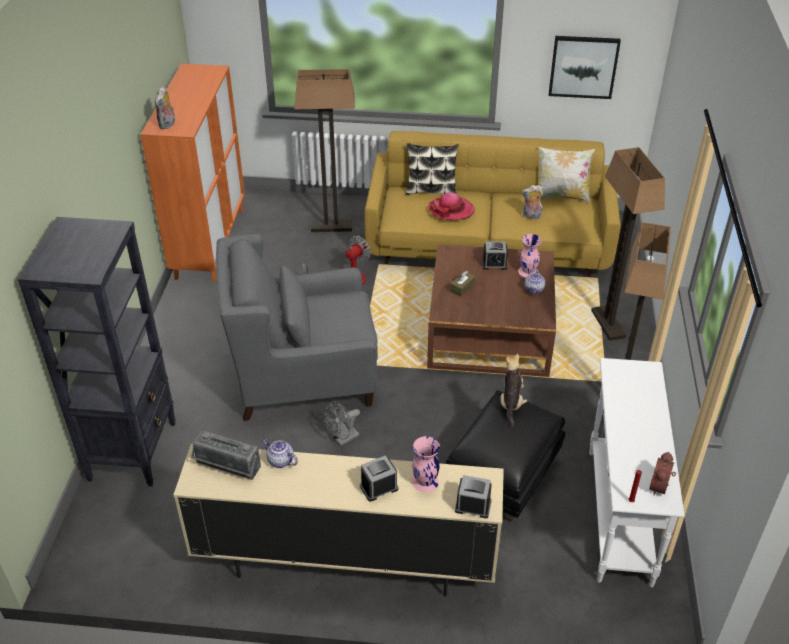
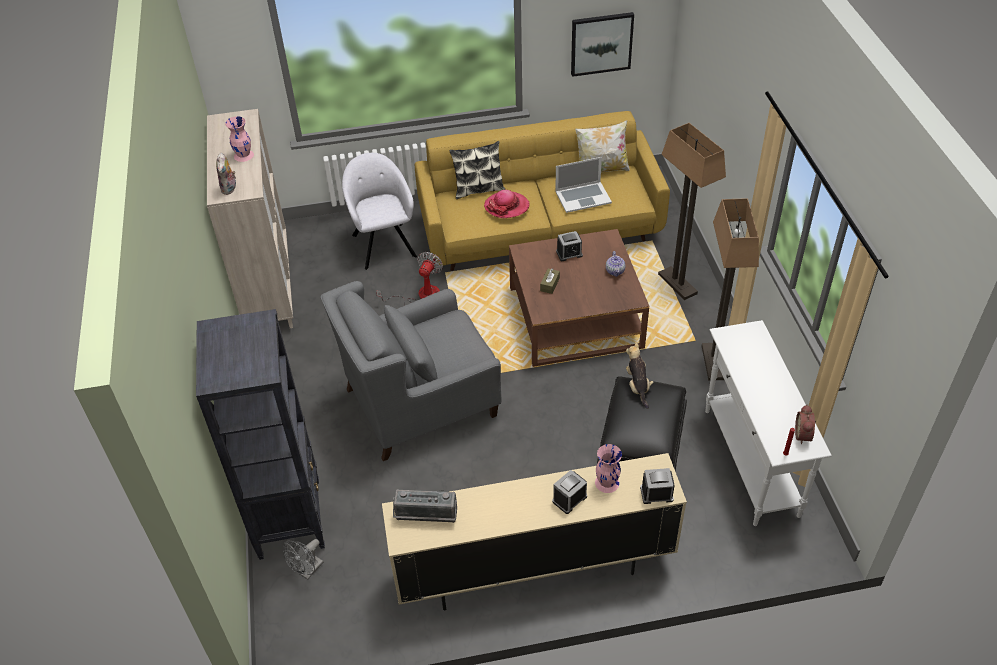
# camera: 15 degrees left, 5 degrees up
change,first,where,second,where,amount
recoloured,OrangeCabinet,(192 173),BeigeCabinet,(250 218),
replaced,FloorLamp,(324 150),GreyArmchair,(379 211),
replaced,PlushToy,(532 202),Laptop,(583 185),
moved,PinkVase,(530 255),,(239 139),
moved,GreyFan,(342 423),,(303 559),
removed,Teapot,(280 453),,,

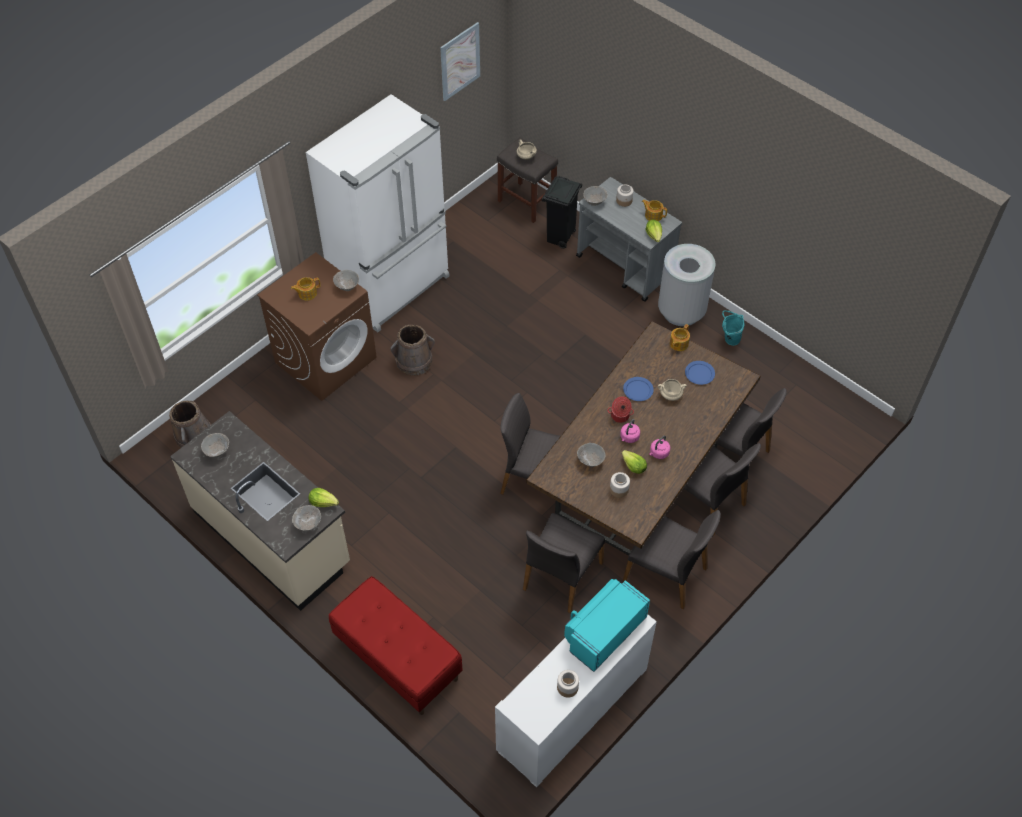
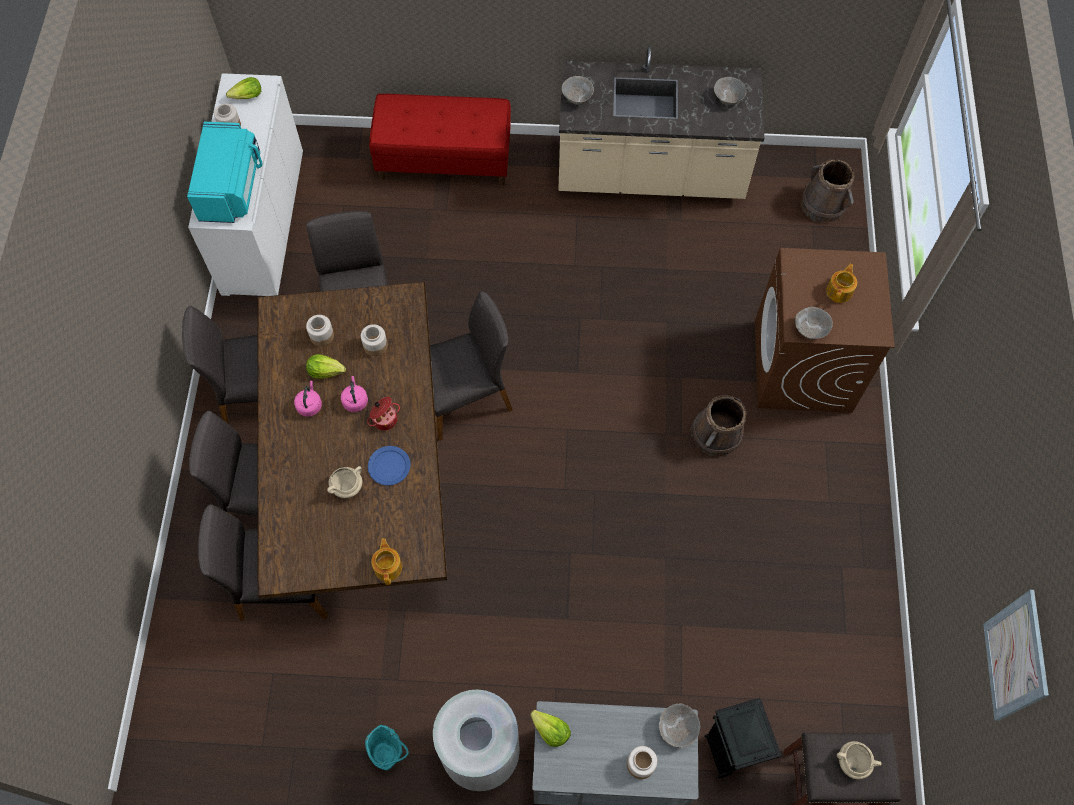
# camera: 140 degrees right, 10 degrees up
change,first,where,second,where,amount
removed,WhiteFridge,(378 213),,,
removed,Teapot,(654 210),,,
removed,BluePlate,(700 373),,,
replaced,GreyBowl,(591 455),Jar,(374 340),
moved,Lettuce,(323 497),,(243 88),

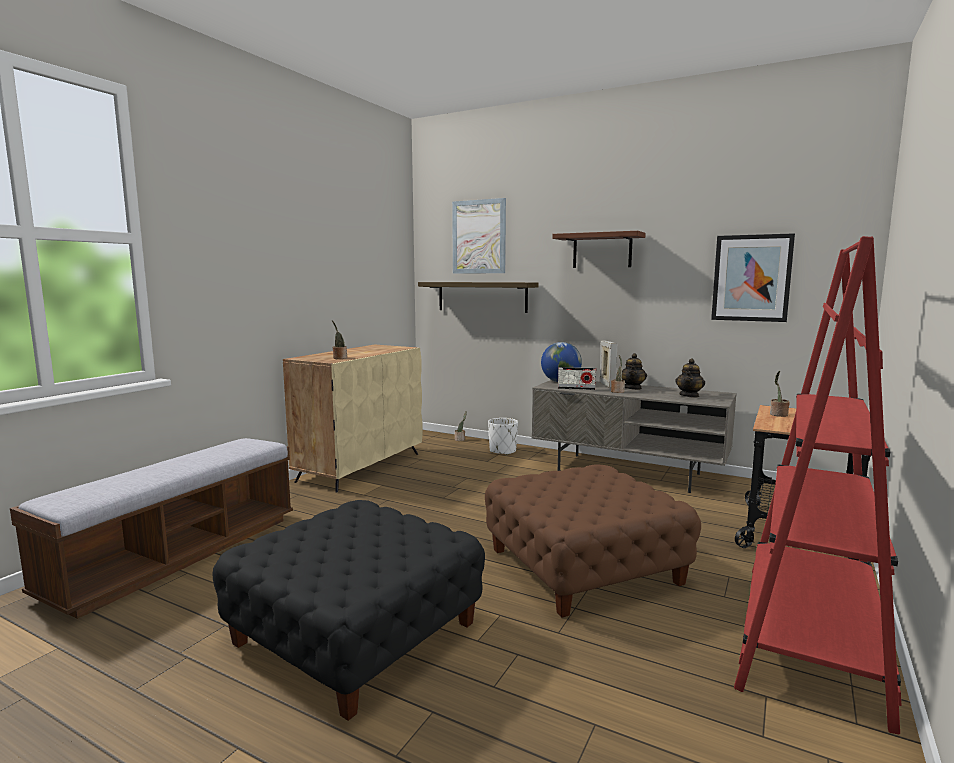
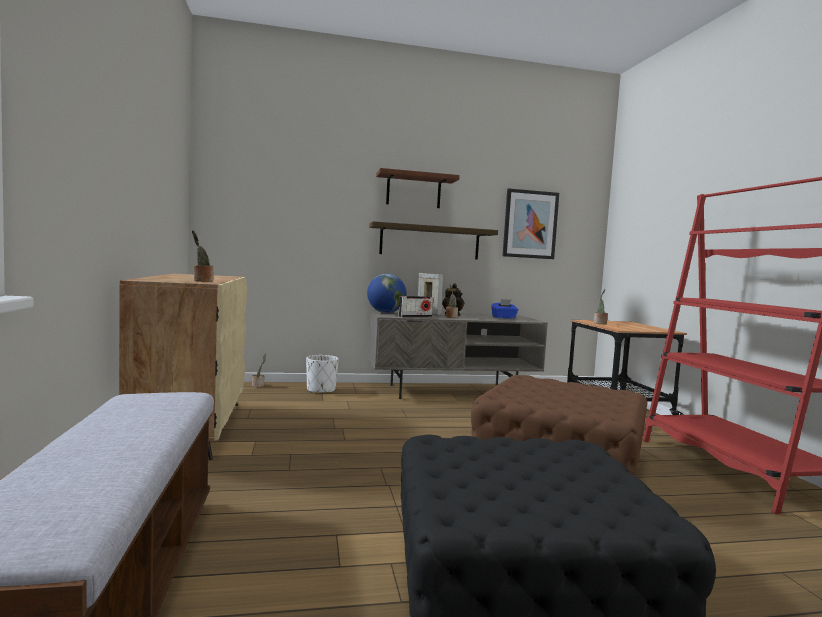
# camera: 40 degrees left, 5 degrees down
change,first,where,second,where,amount
removed,Picture,(479 235),,,
moved,Shelf,(478 297),,(433 240),
replaced,Teapot,(690 378),BlueTissueBox,(504 309),

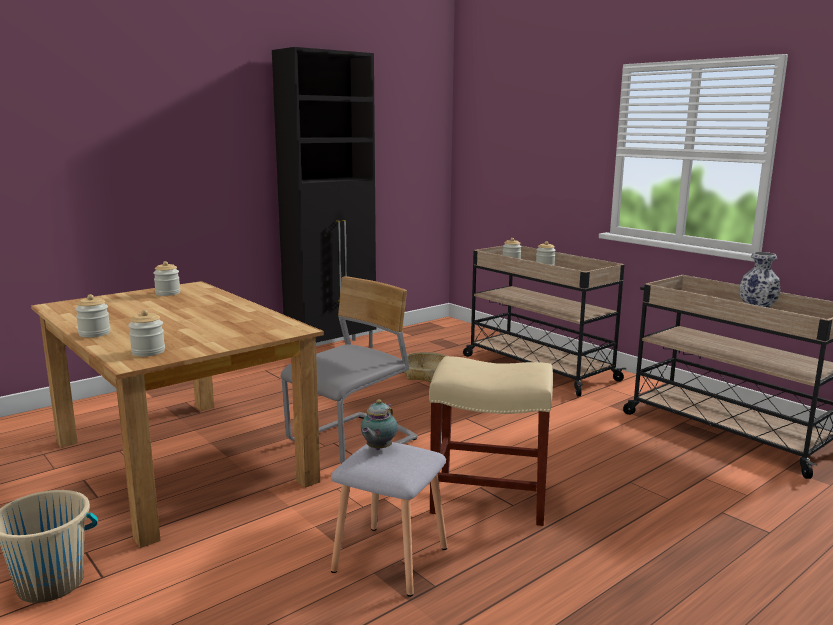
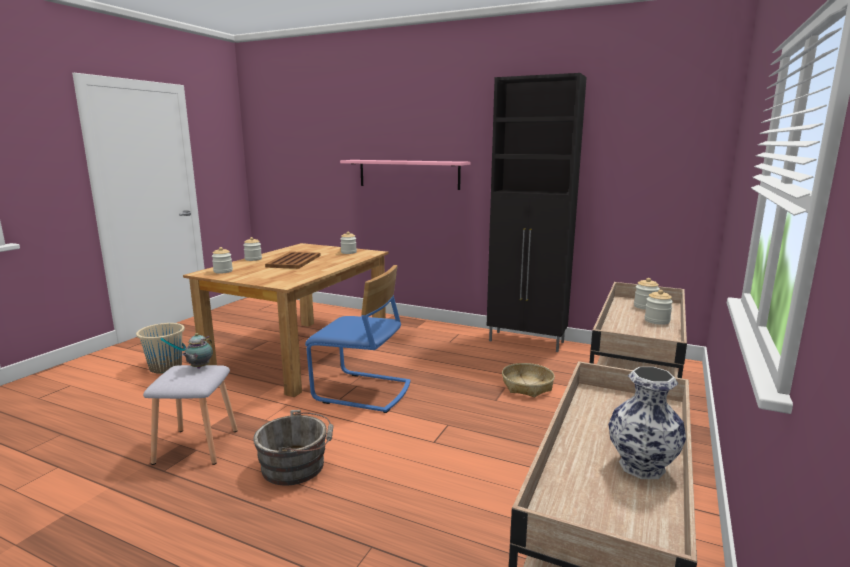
# camera: 65 degrees right, 0 degrees up
change,first,where,second,where,amount
recoloured,GreyChair,(349 370),BlueChair,(358 339),
replaced,BeigeStool,(491 441),GreyBucket,(294 447),
turned,Teapot,(379 424),,(197 351),75 degrees counterclockwise
added,,,PinkShelf,(405 175),
added,,,BrownTray,(293 260),

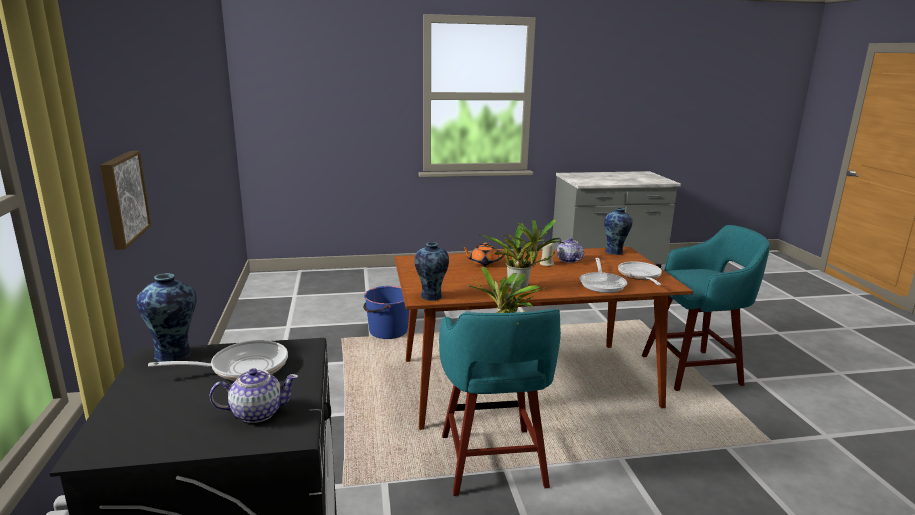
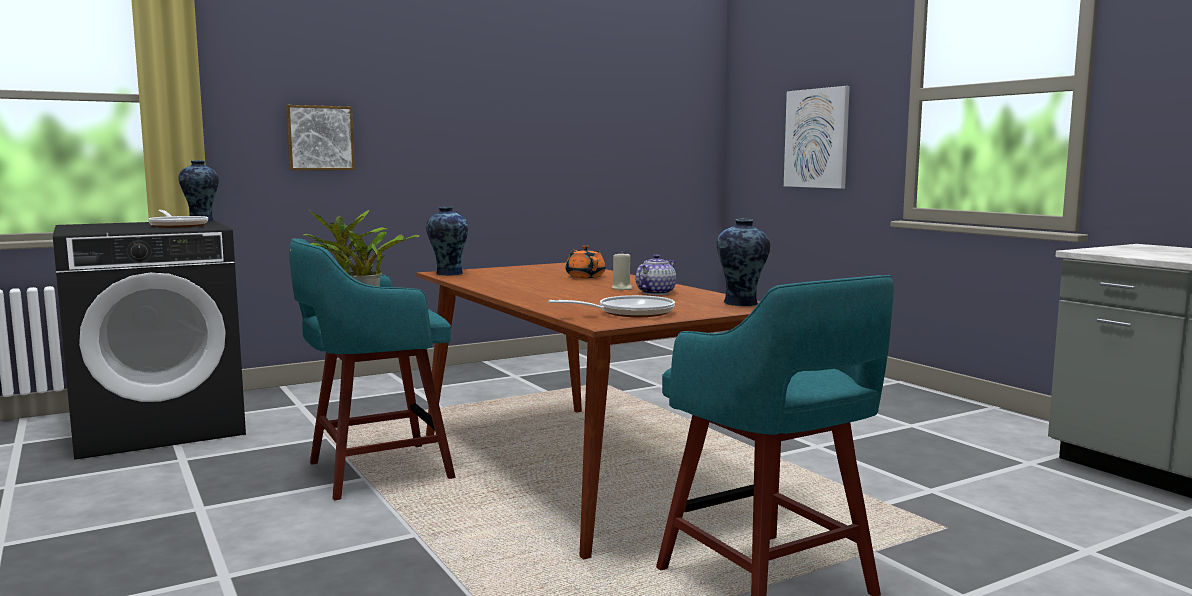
# camera: 70 degrees right, 10 degrees down
change,first,where,second,where,amount
removed,PottedPlant,(523 255),,,
removed,FryingPan,(603 275),,,
removed,BlueBucket,(386 312),,,
removed,Teapot,(253 395),,,
added,,,Picture,(817 137),

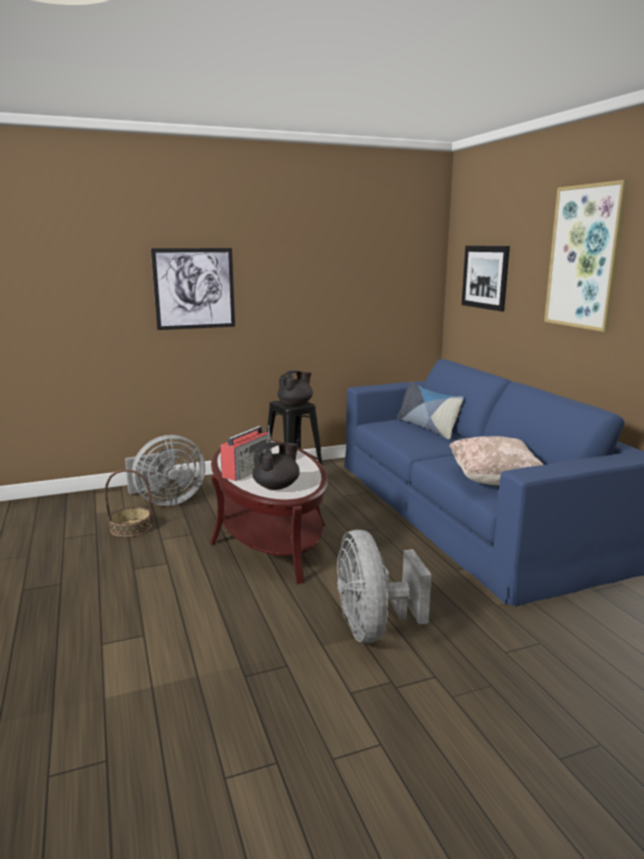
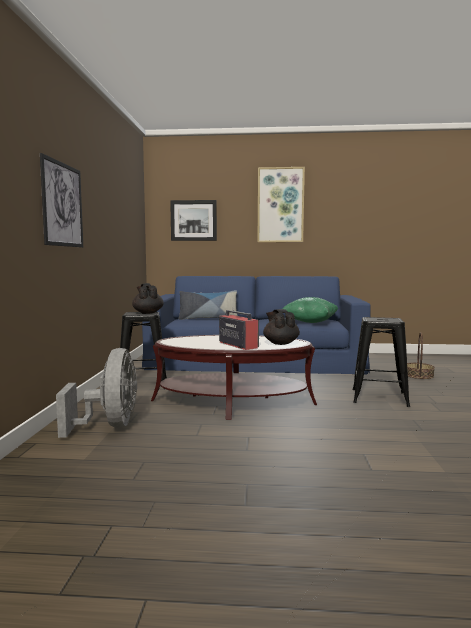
# camera: 65 degrees left, 10 degrees down
change,first,where,second,where,amount
recoloured,BeigePillow,(496 460),GreenPillow,(310 310),
moved,Basket,(128 503),,(421 355),
replaced,GreyFan,(384 586),BlackStool,(381 362),

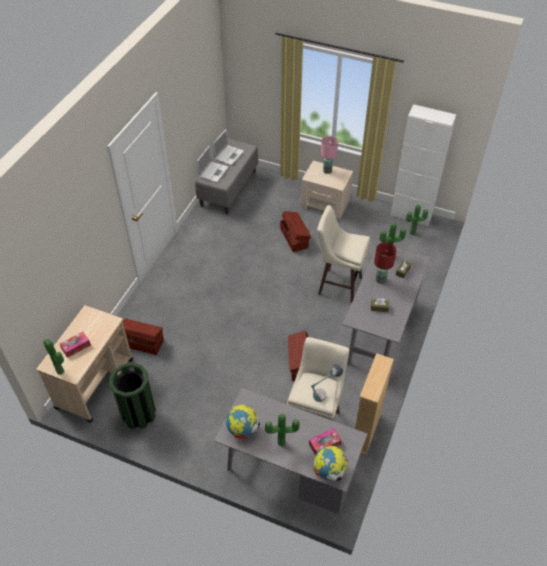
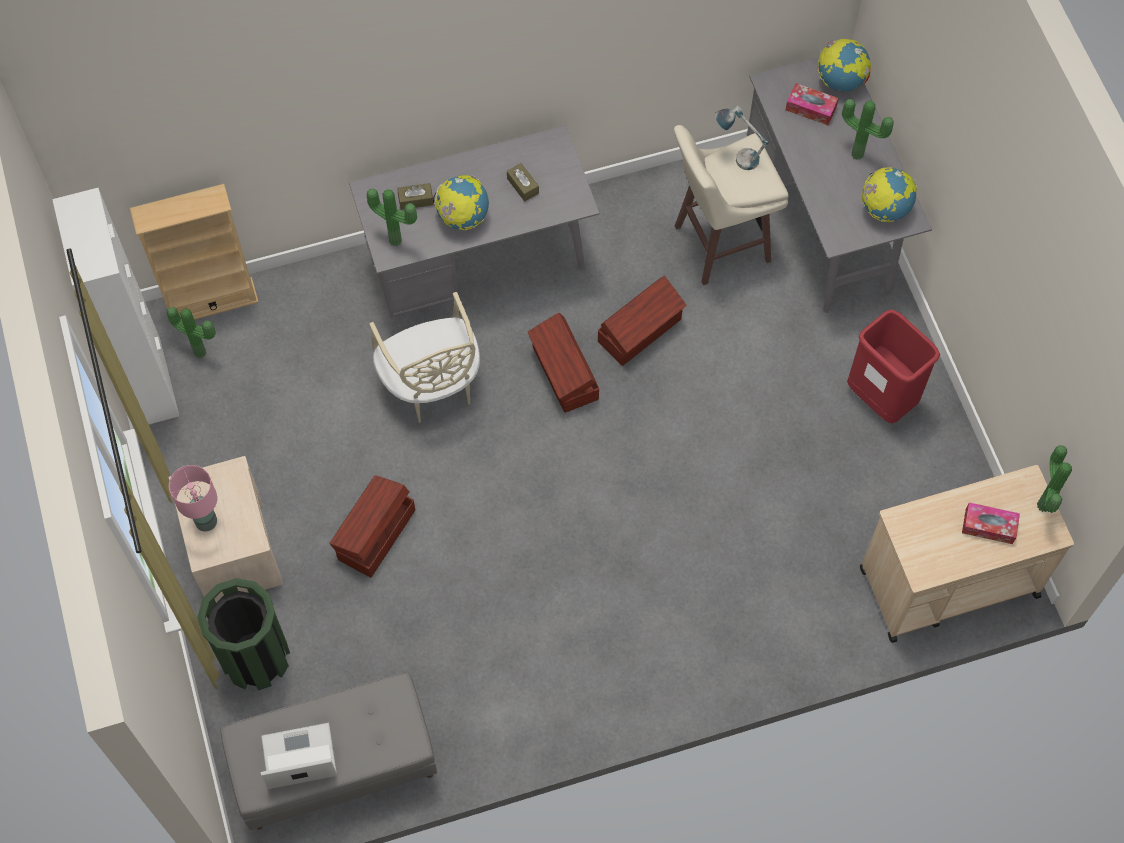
# camera: 130 degrees left, 15 degrees up
change,first,where,second,where,amount
removed,Laptop,(212 164),,,
replaced,BeigeStool,(343 254),BeigeChair,(424 357),
replaced,RedTableLamp,(385 263),Globe,(460 202),
moved,BrownStorageBox,(143 336),,(563 363),
moved,BeigeBookcase,(374 404),,(194 255),
moved,GreenTrashCan,(132 396),,(243 634),
added,,,RedTrashCan,(893 366),

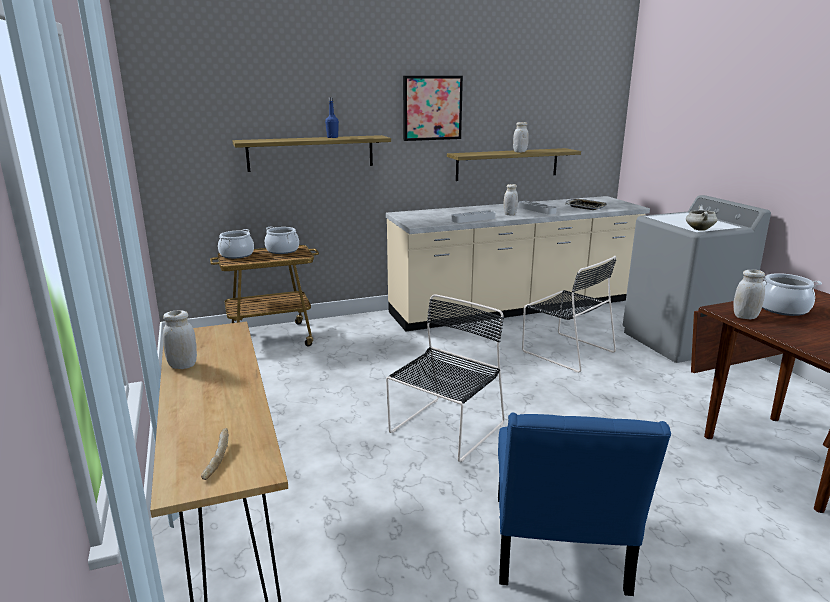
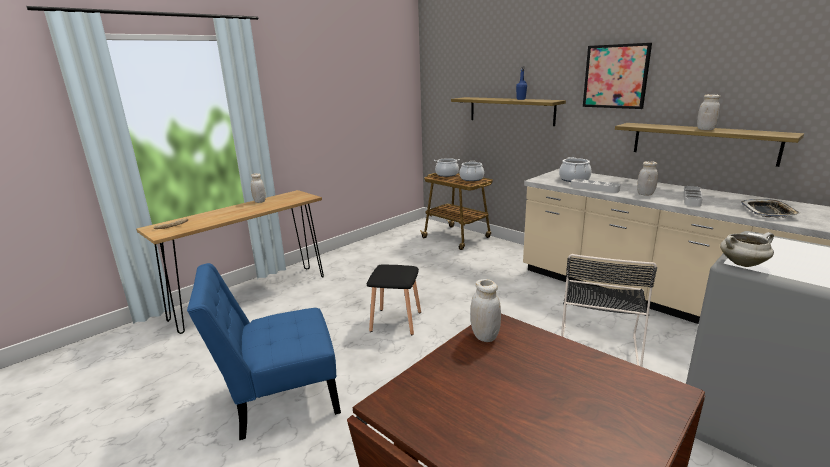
# camera: 65 degrees right, 0 degrees up
change,first,where,second,where,amount
moved,CookingPot,(792 294),,(575 169),
replaced,BlackChair,(445 378),BlackStool,(394 299),

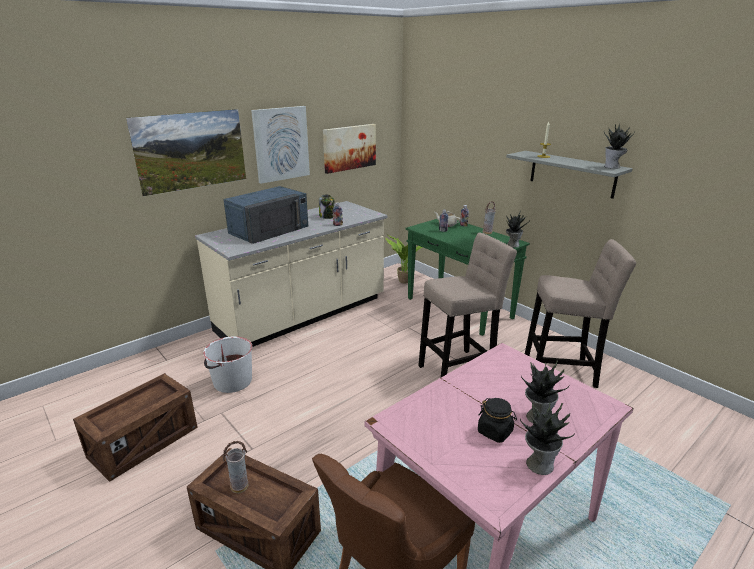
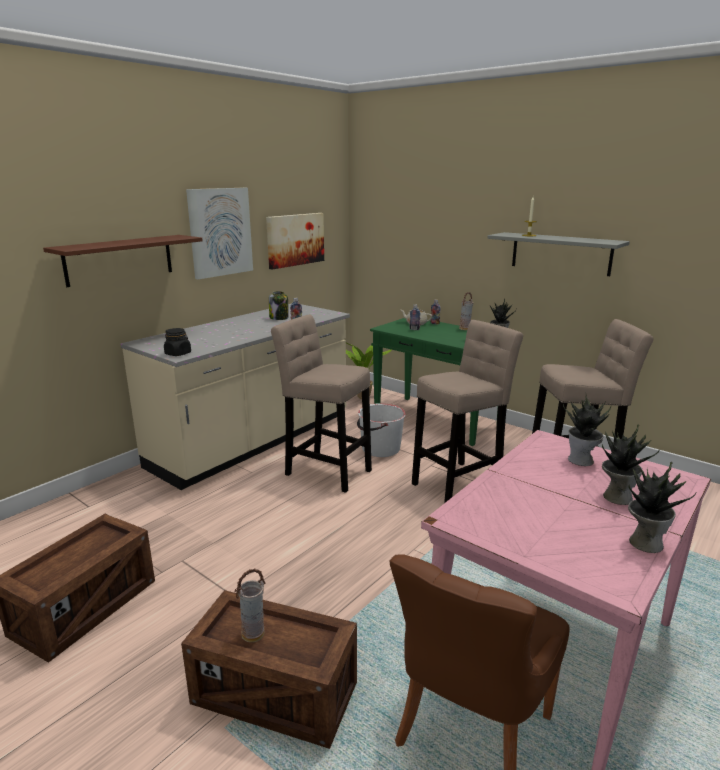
# camera: 10 degrees left, 5 degrees down
change,first,where,second,where,amount
replaced,Picture,(186 152),BrownShelf,(123 261),
moved,PottedPlant,(619 146),,(587 430),
removed,BlueMicrowave,(266 215),,,
moved,WhiteBucket,(227 364),,(381 430),
moved,BlackJar,(497 420),,(177 342),
added,,,BeigeStool,(321 403),

